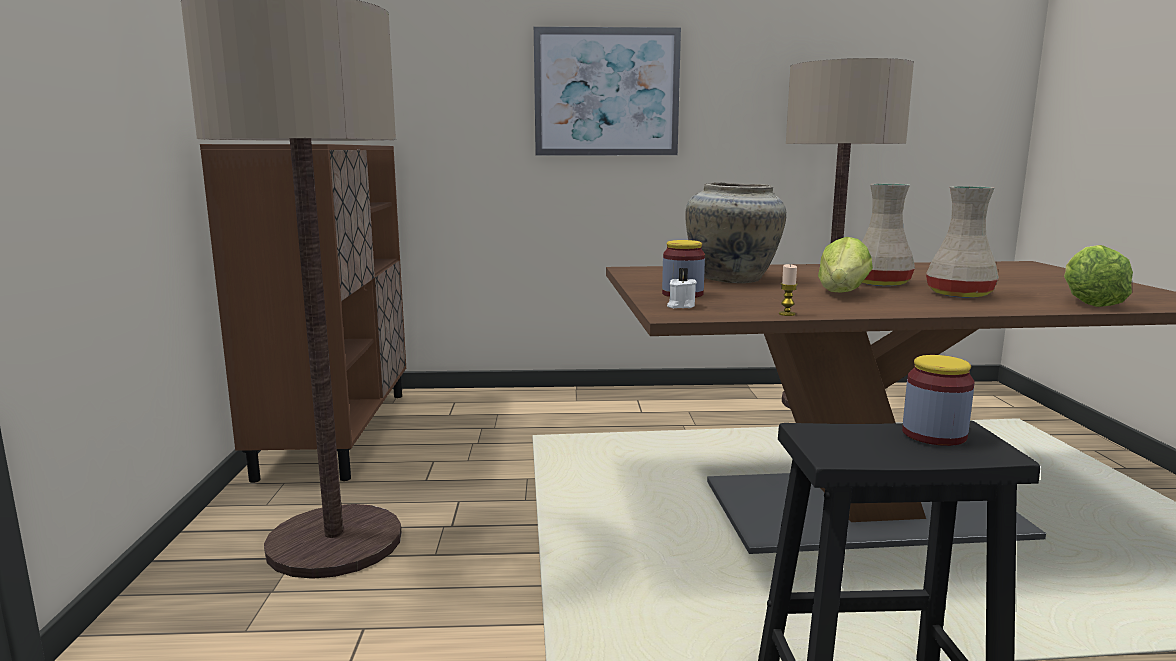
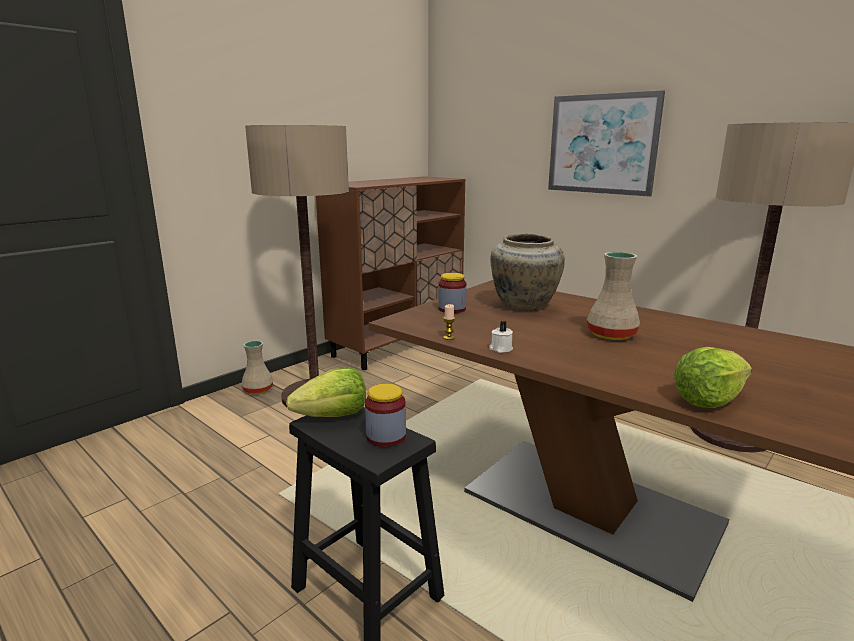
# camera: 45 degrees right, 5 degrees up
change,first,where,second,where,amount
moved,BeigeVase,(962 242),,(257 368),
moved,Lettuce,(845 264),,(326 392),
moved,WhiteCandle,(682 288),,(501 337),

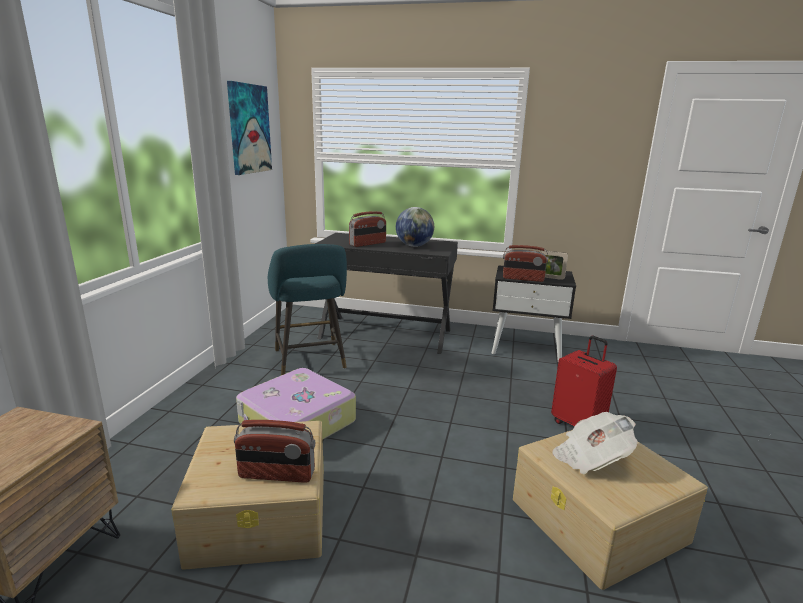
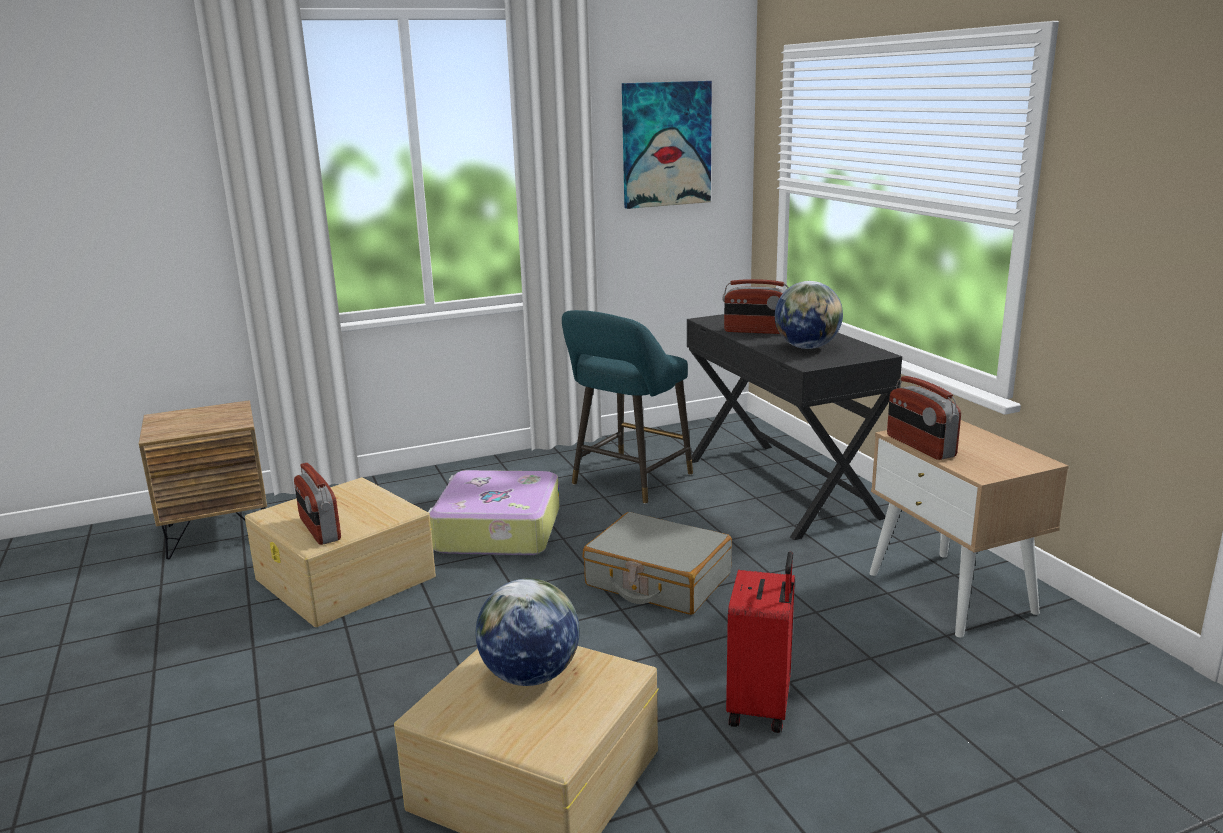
# camera: 55 degrees right, 0 degrees up
change,first,where,second,where,amount
removed,PictureFrame,(554 265),,,
recoloured,BlackNightstand,(534 313),BeigeNightstand,(969 529),
replaced,Newspaper,(594 443),Globe,(527 632),
added,,,GreySuitcase,(657 563),

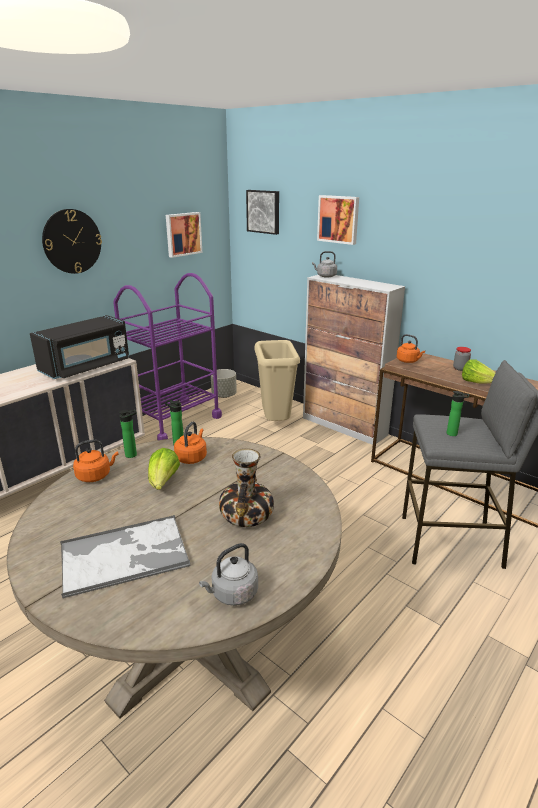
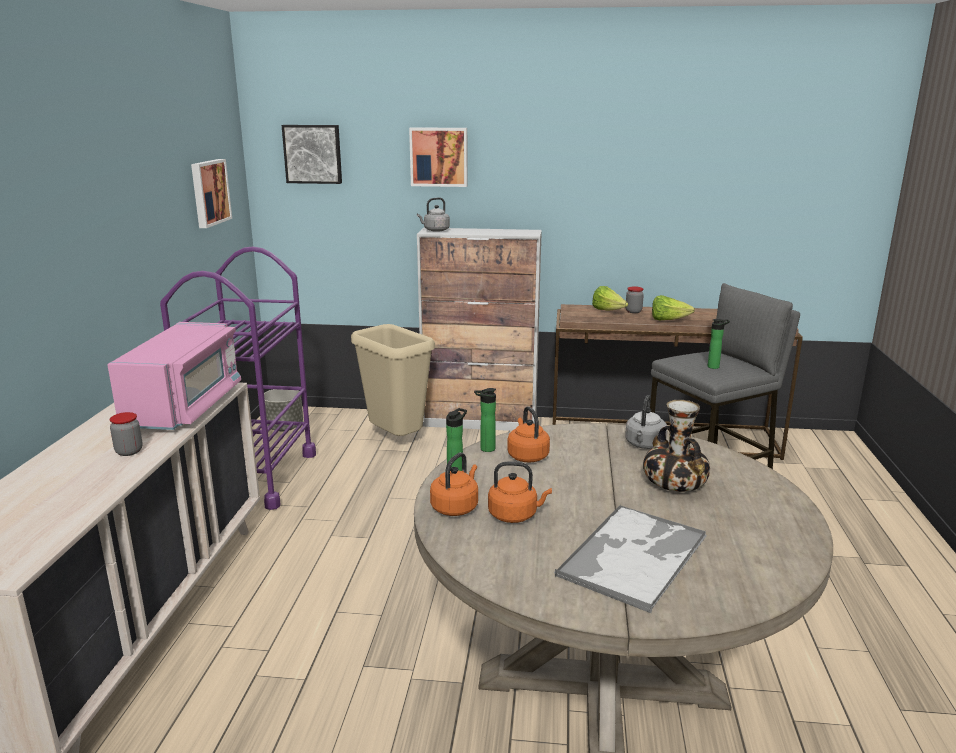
# camera: 35 degrees left, 5 degrees down
change,first,where,second,where,amount
removed,WallClock,(72 241),,,
recoloured,BlackMicrowave,(79 347),PinkMicrowave,(174 376),
moved,OrangeKettle,(411 348),,(520 492),
moved,Lettuce,(164 469),,(610 298),
moved,GreyKettle,(228 574),,(646 422),
added,,,Jar,(126 434),

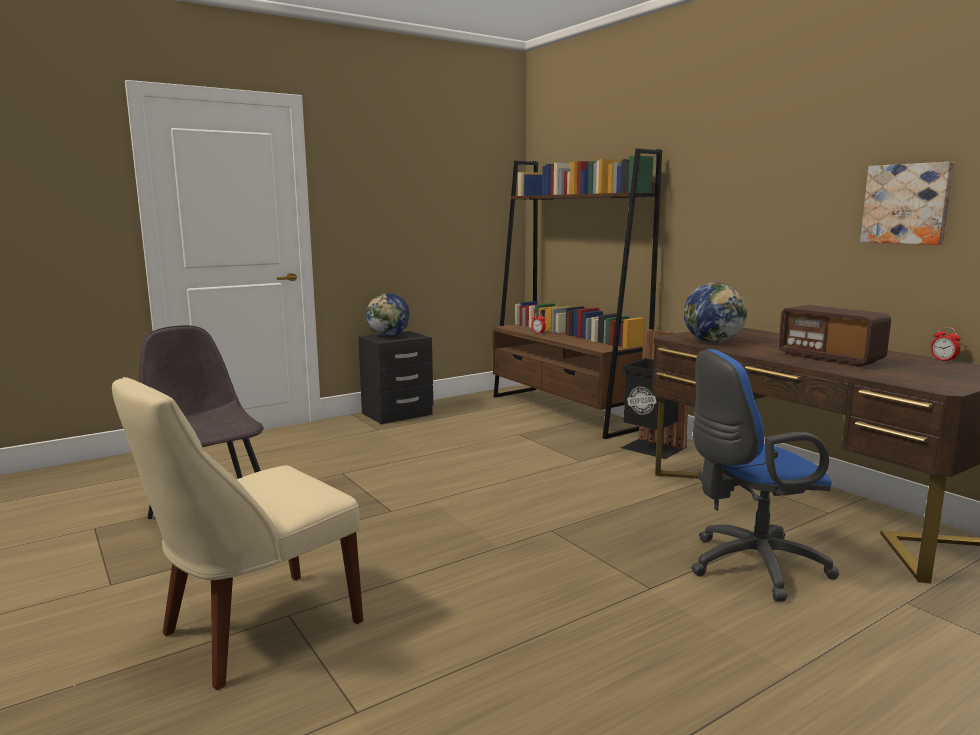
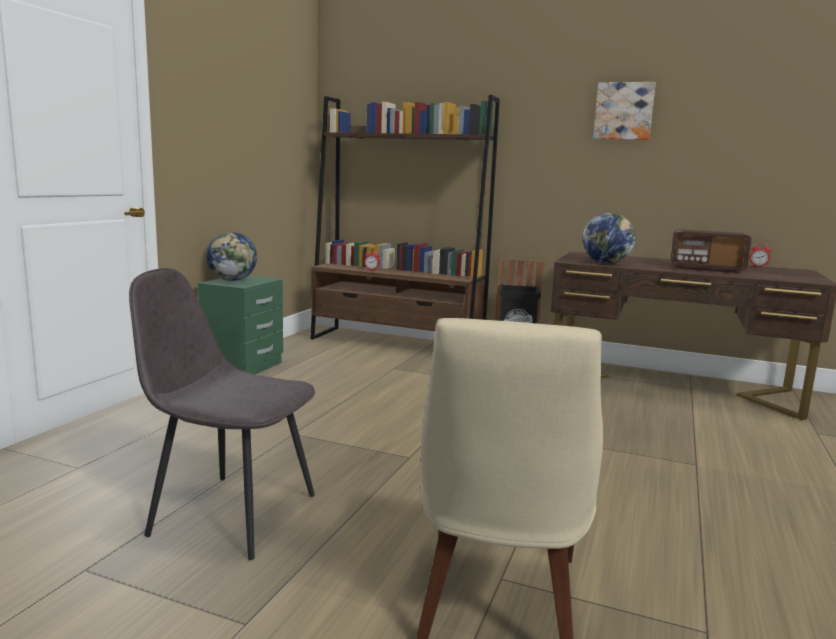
# camera: 35 degrees left, 0 degrees up
change,first,where,second,where,amount
moved,Picture,(907 203),,(624 111),
recoloured,BlackNightstand,(395 377),GreenNightstand,(240 325),
removed,BlueOfficeChair,(765 475),,,

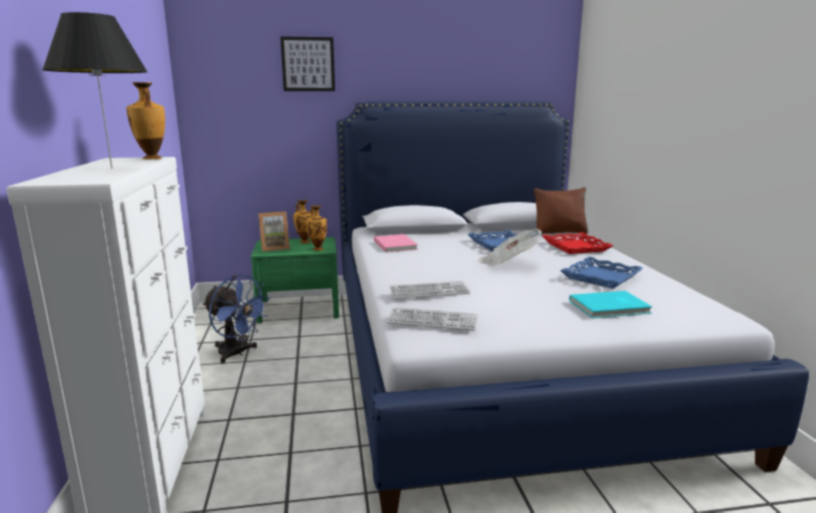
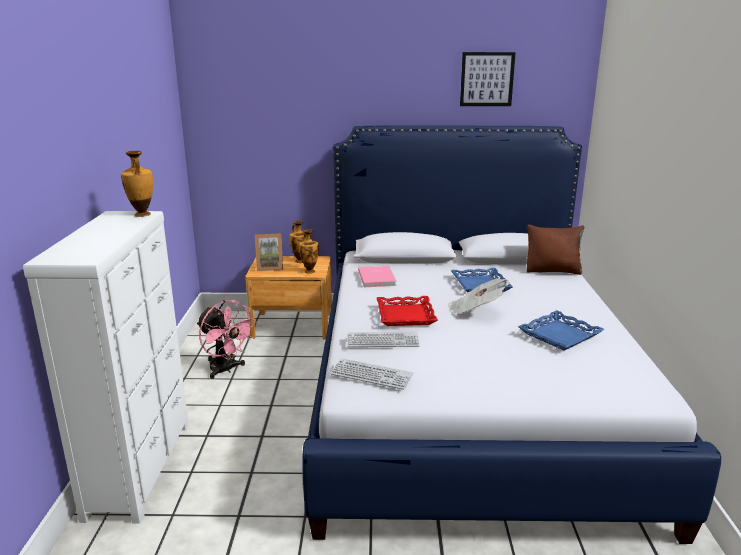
# camera: 10 degrees right, 5 degrees up
change,first,where,second,where,amount
removed,BlackTableLamp,(95 90),,,
moved,Picture,(307 63),,(488 79),
moved,RedTray,(577 243),,(407 311),
recoloured,GreenNightstand,(295 280),BrownNightstand,(288 297),
recoloured,BlueFan,(236 319),PinkFan,(227 339),
removed,TurquoiseBook,(610 304),,,

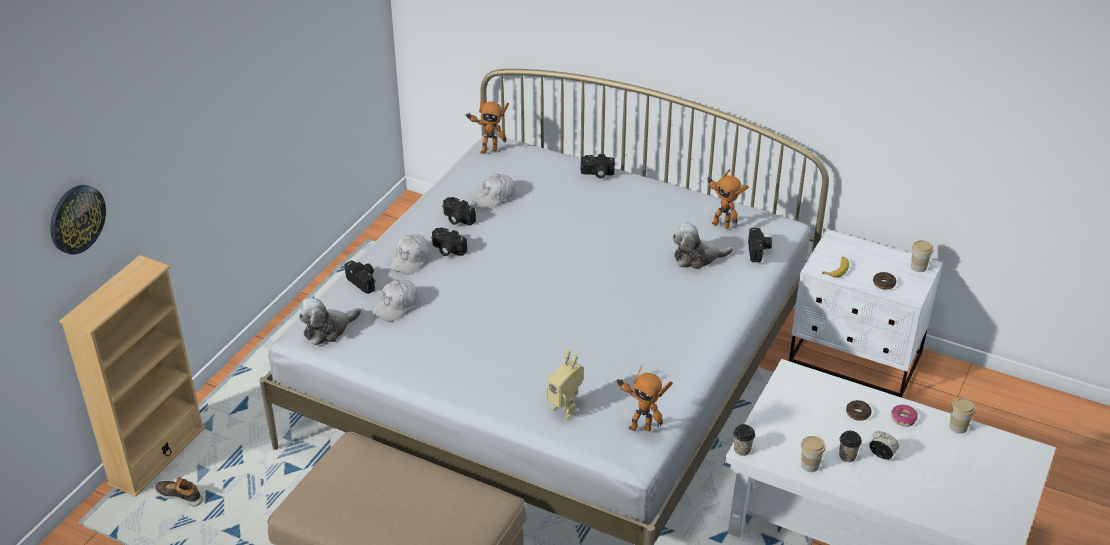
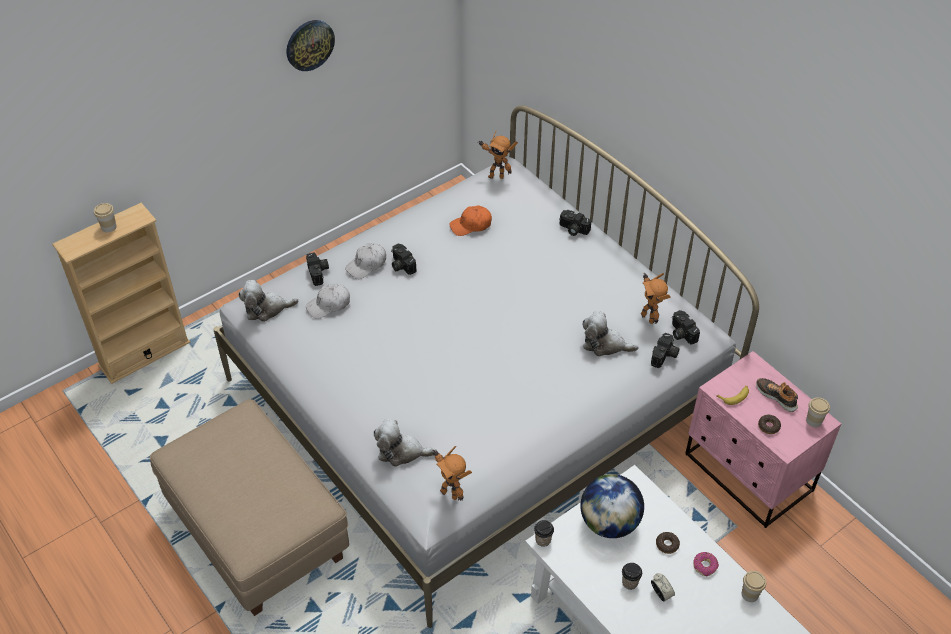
# camera: 25 degrees right, 10 degrees up
change,first,where,second,where,amount
recoloured,WhiteCap,(493 191),OrangeCap,(471 220),
moved,WallClock,(78 219),,(310 45),
moved,PhotoCamera,(459 211),,(686 327),
recoloured,WhiteNightstand,(866 313),PinkNightstand,(763 439),
replaced,ToyRobot,(565 384),PlushToy,(405 443),
moved,Cup,(813 454),,(105 218),
moved,Shoe,(179 491),,(777 395),
added,,,Globe,(612 506),

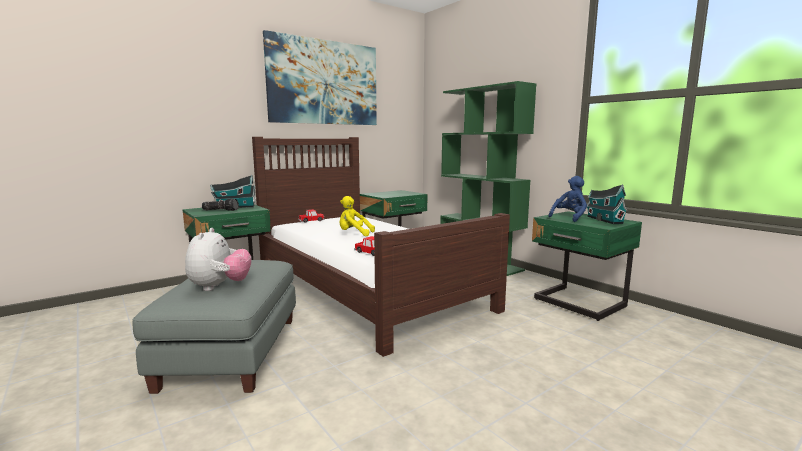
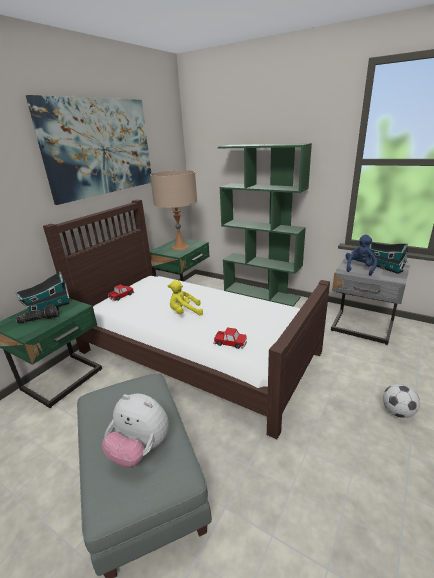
# camera: 20 degrees left, 15 degrees up
change,first,where,second,where,amount
recoloured,GreenNightstand,(587 266),GreyNightstand,(370 301),
turned,PlushToy,(218 259),,(135 431),135 degrees clockwise
added,,,BeigeTableLamp,(173 210),
added,,,Football,(401 401),

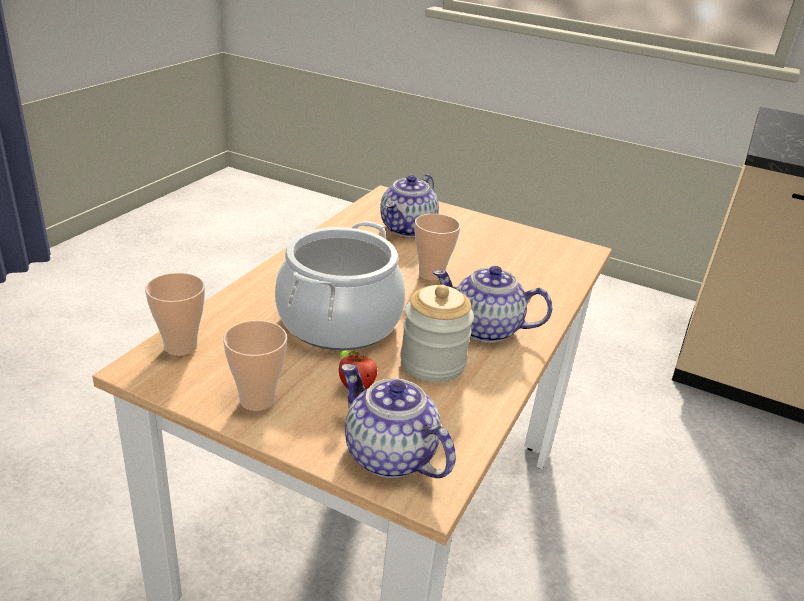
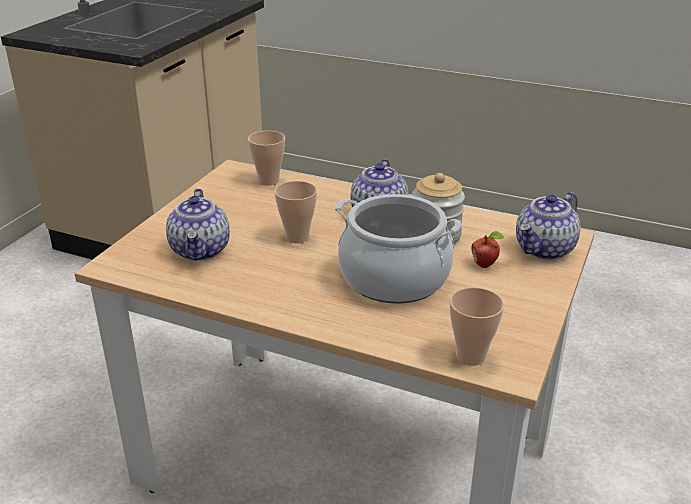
# camera: 90 degrees left, 0 degrees up
change,first,where,second,where,amount
turned,Teapot,(409 205),,(198 225),60 degrees clockwise
moved,Cup,(255 365),,(266 158),

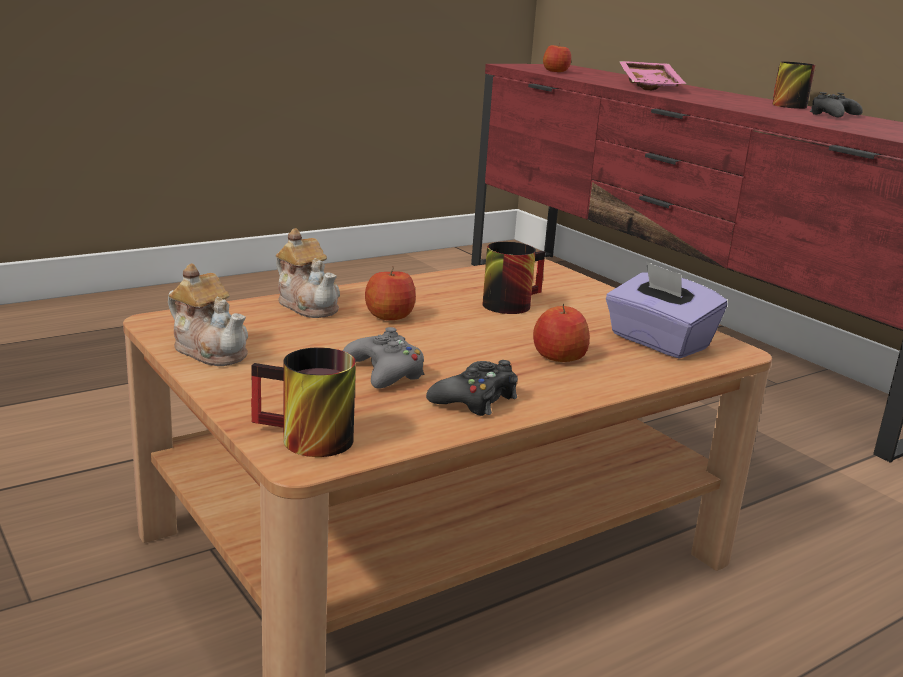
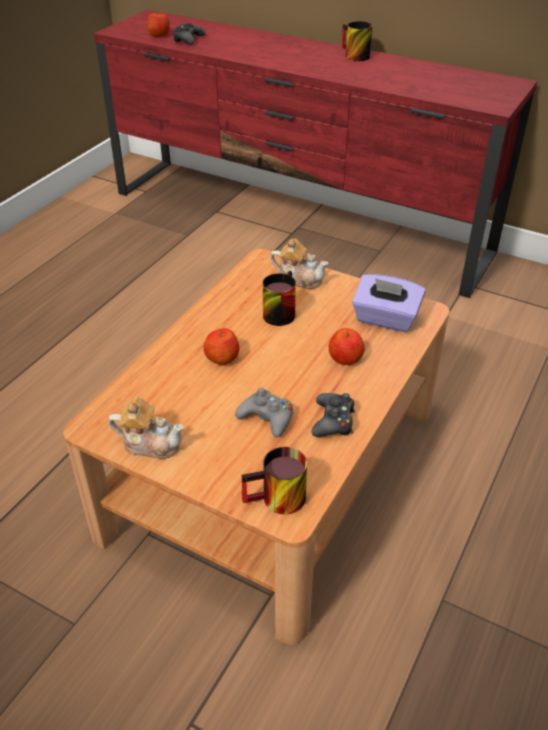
# camera: 25 degrees left, 20 degrees up
change,first,where,second,where,amount
removed,PinkTray,(653 75),,,
moved,BlackGameController,(836 104),,(189 34),
moved,Teapot,(308 273),,(299 264),

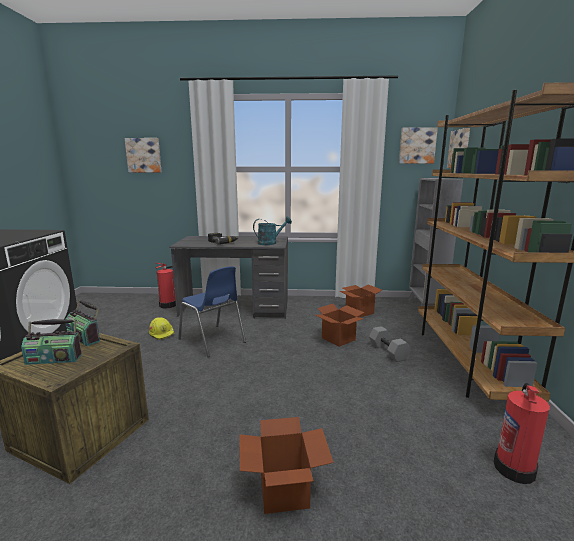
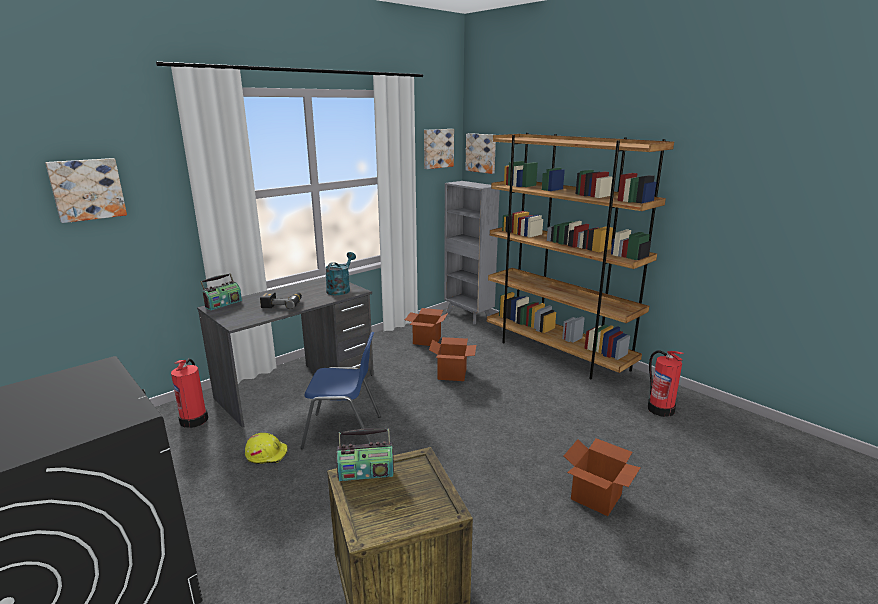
# camera: 45 degrees left, 5 degrees up
change,first,where,second,where,amount
moved,Radio,(51 342),,(221 291),
removed,GreyDumbbell,(389 344),,,

